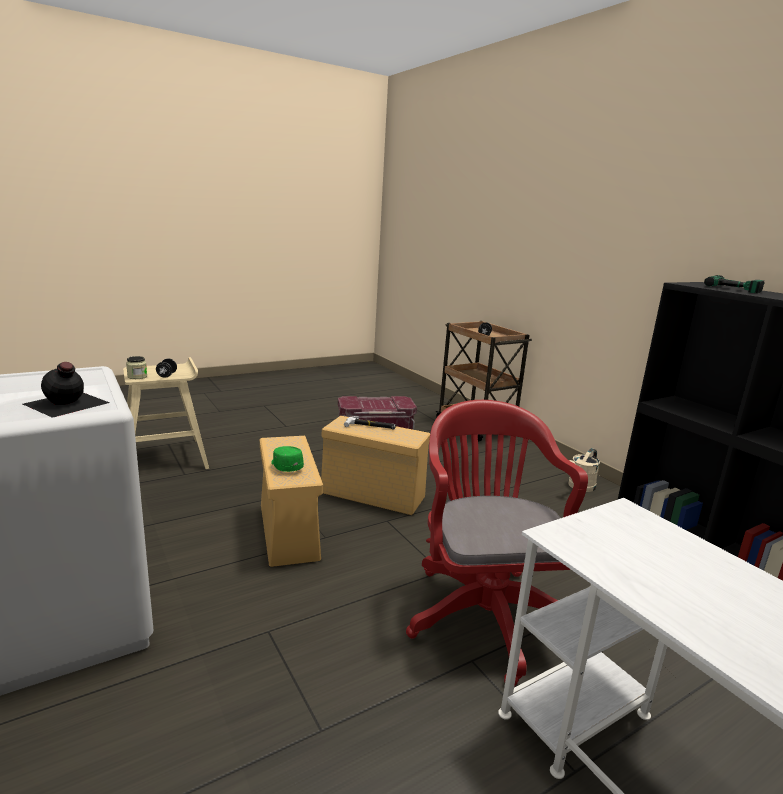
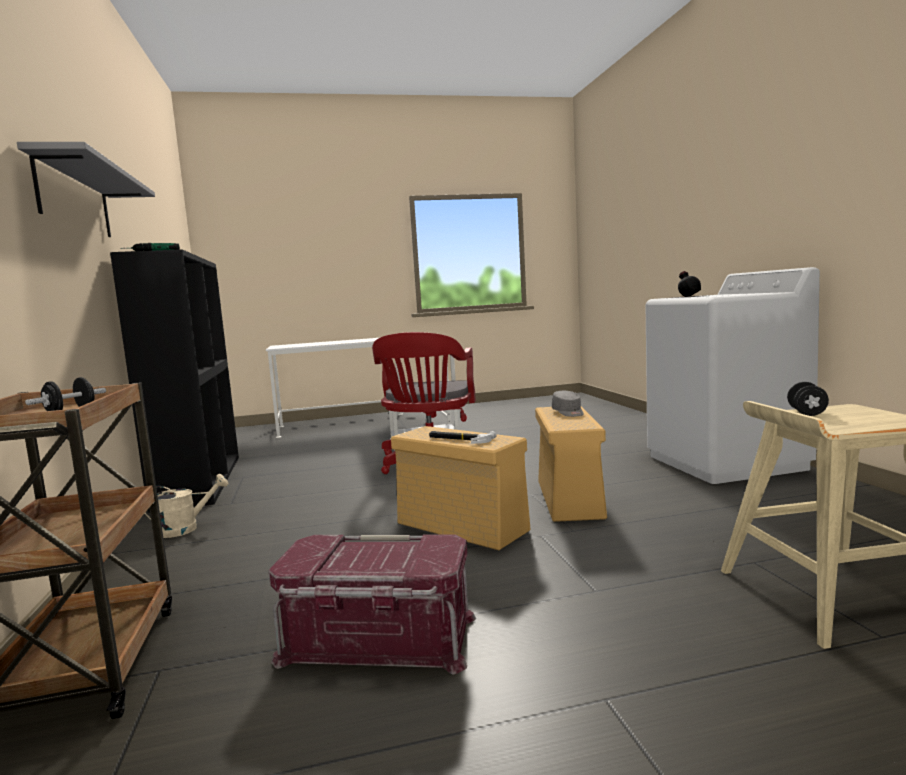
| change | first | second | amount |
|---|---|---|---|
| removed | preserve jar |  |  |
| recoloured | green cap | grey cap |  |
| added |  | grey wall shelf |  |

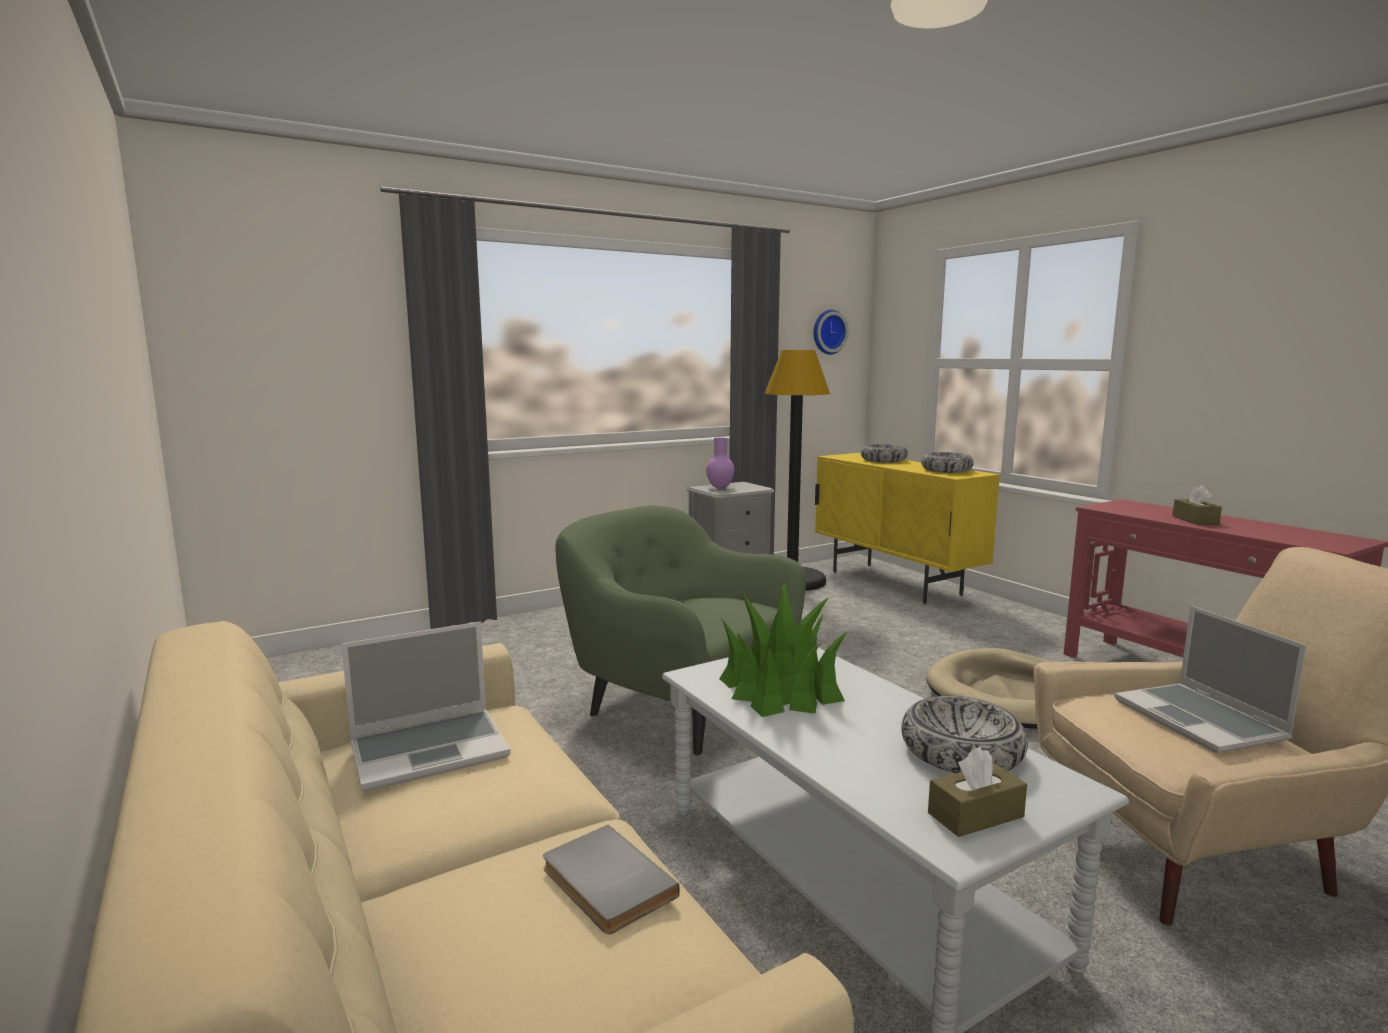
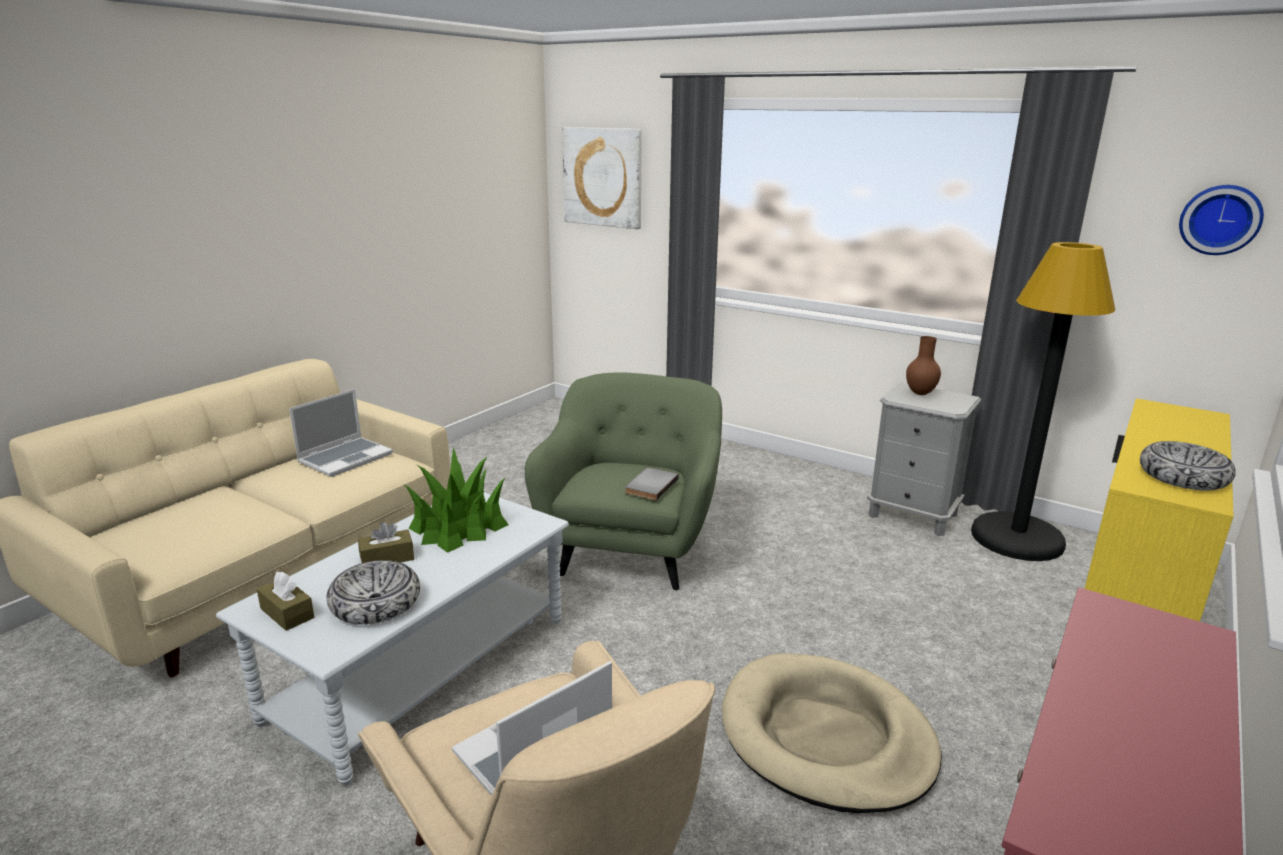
| change | first | second | amount |
|---|---|---|---|
| turned | laptop (1st from left) |  | 90 degrees counterclockwise |
| moved | grey volume |  |  |
| recoloured | purple-coloured flower vase | brown flower vase |  |
| removed | serving bowl (1st from left) |  |  |
| moved | brown tissue box (2nd from left) |  |  |
| added |  | wall picture |  |

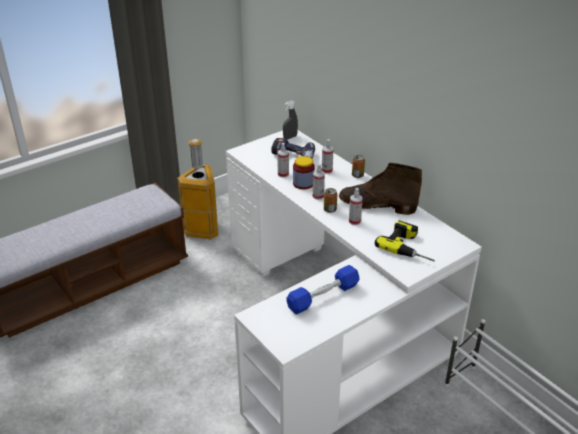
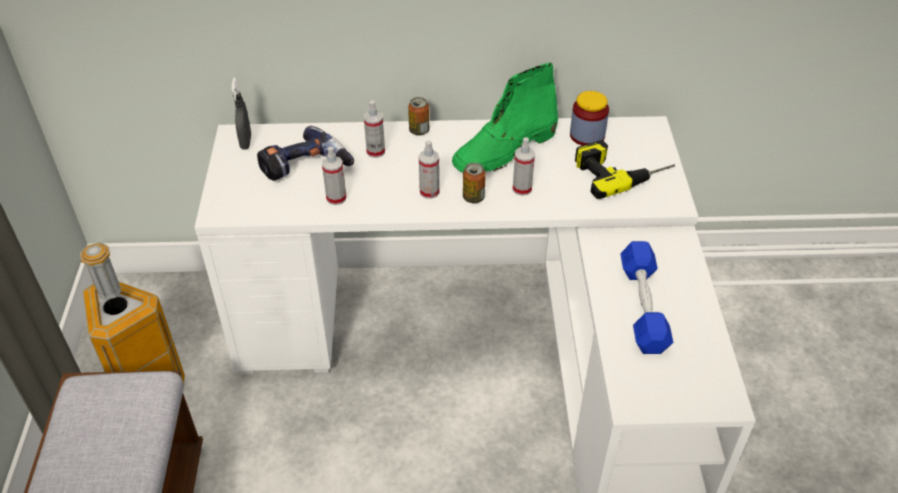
| change | first | second | amount |
|---|---|---|---|
| moved | preserve jar |  |  |
| recoloured | brown boot | green boot |  |

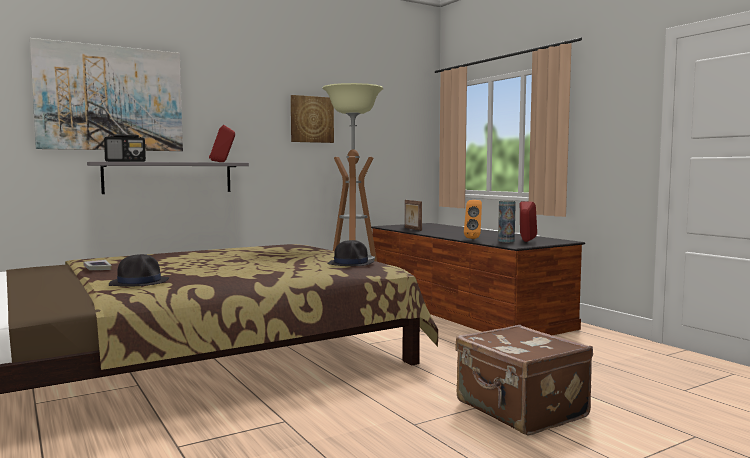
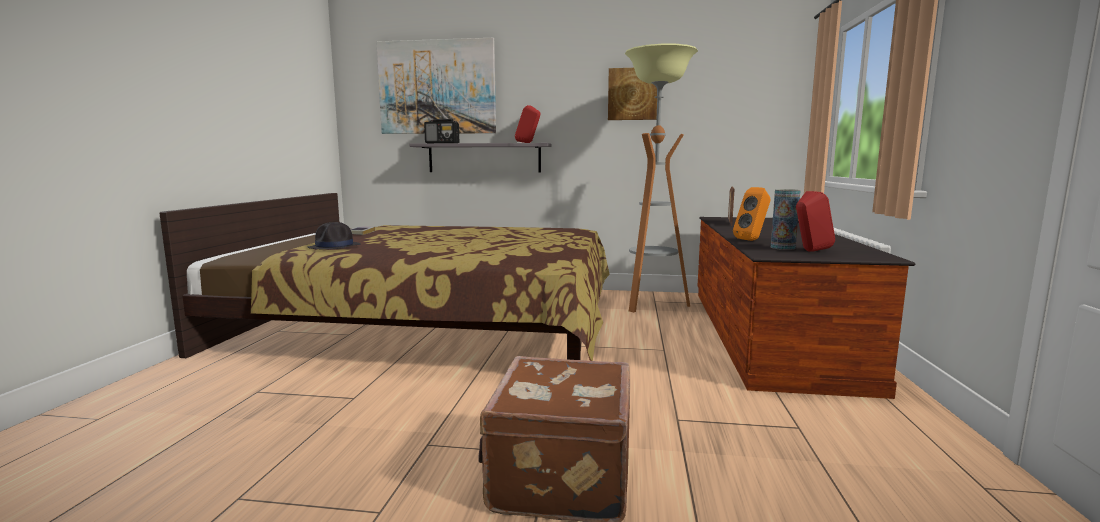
| change | first | second | amount |
|---|---|---|---|
| removed | blackish wearable hat (2nd from left) |  |  |

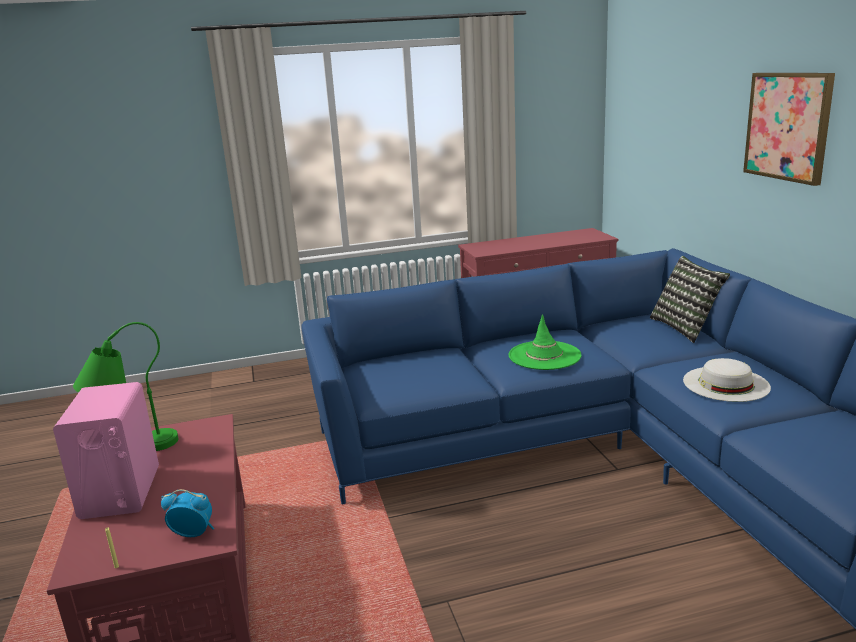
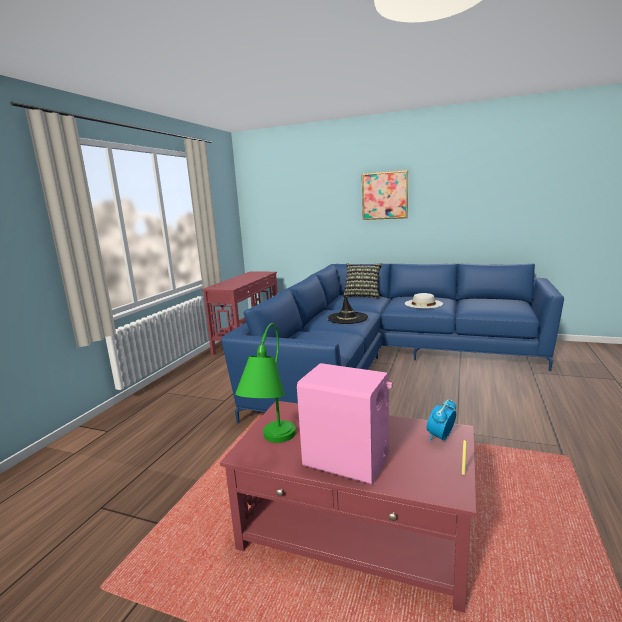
| change | first | second | amount |
|---|---|---|---|
| recoloured | green wearable hat | blackish wearable hat |  |

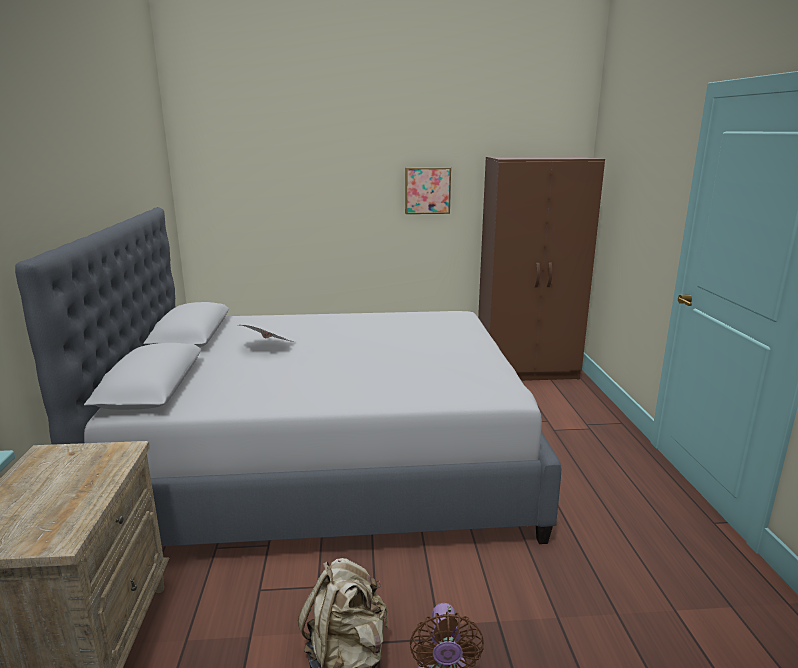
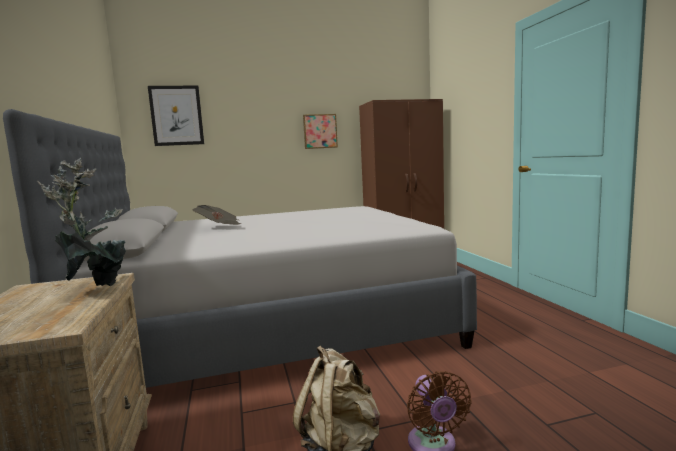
| change | first | second | amount |
|---|---|---|---|
| added |  | potted plant |  |
| added |  | wall picture (1st from left) |  |

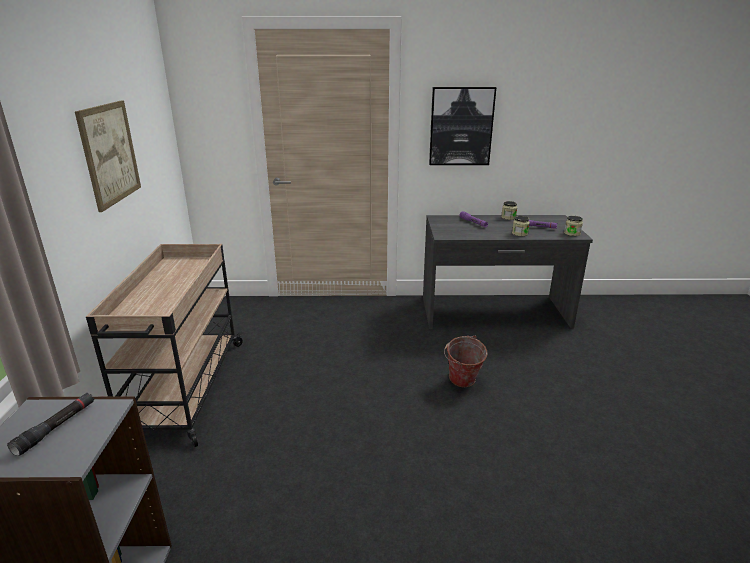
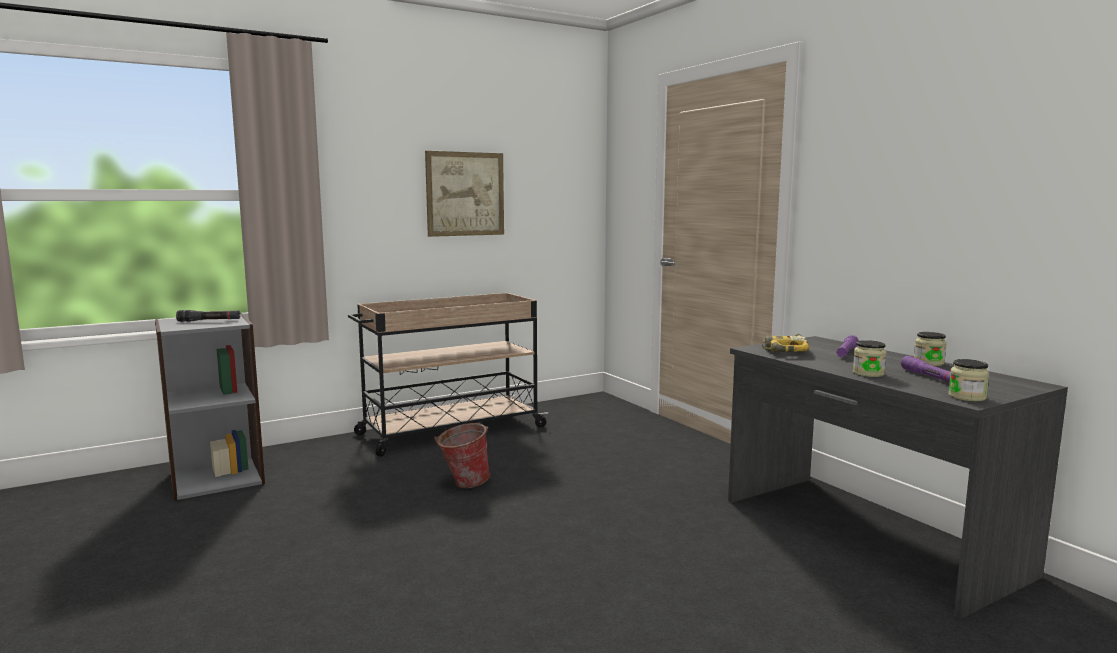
| change | first | second | amount |
|---|---|---|---|
| removed | wall picture (2nd from left) |  |  |
| moved | pail |  |  |
| added |  | power drill |  |

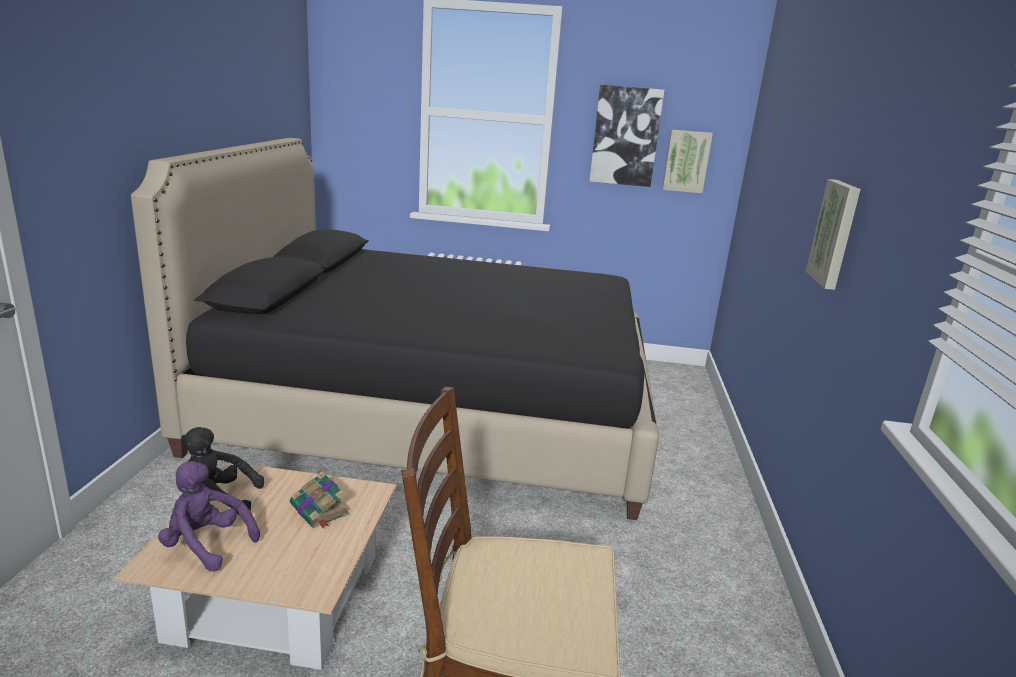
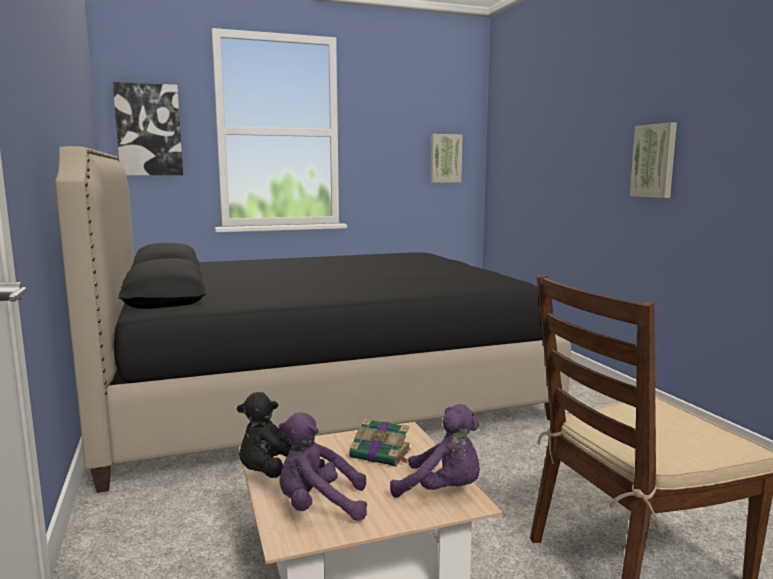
| change | first | second | amount |
|---|---|---|---|
| moved | wall picture (1st from left) |  |  |
| added |  | purple-coloured soft toy (2nd from left) |  |

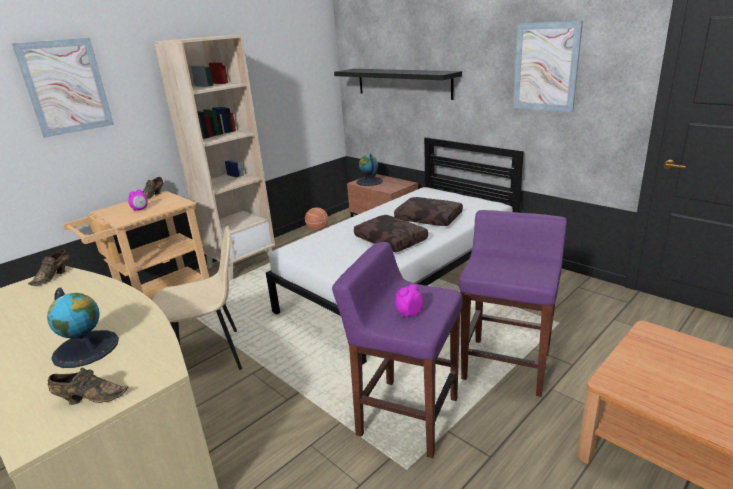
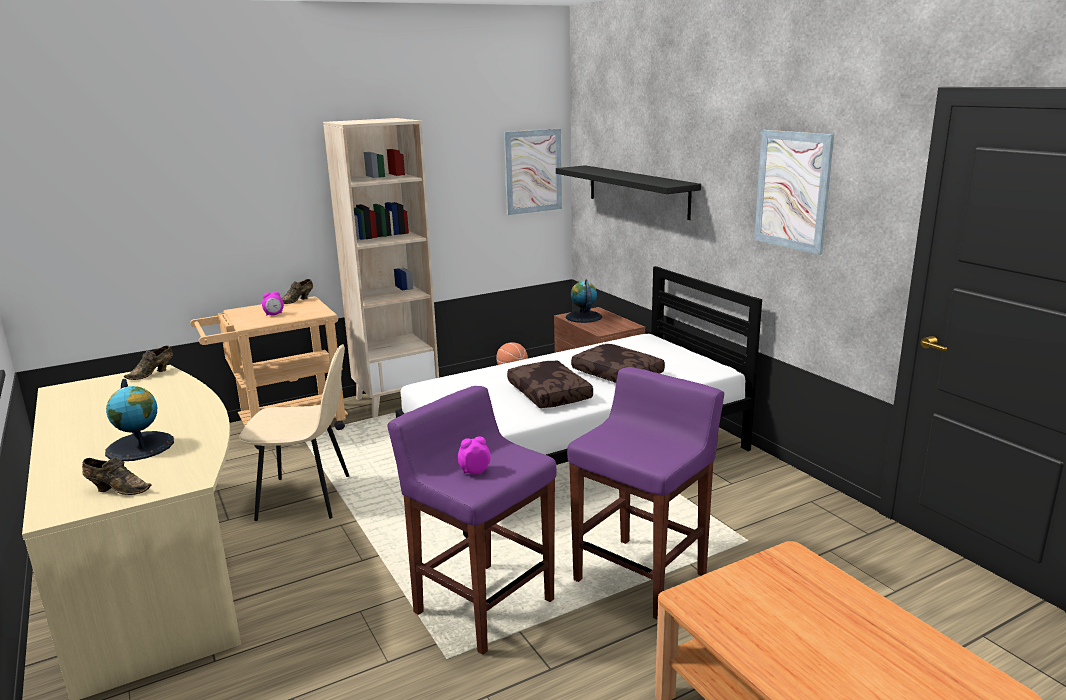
| change | first | second | amount |
|---|---|---|---|
| moved | wall picture (1st from left) |  |  |

